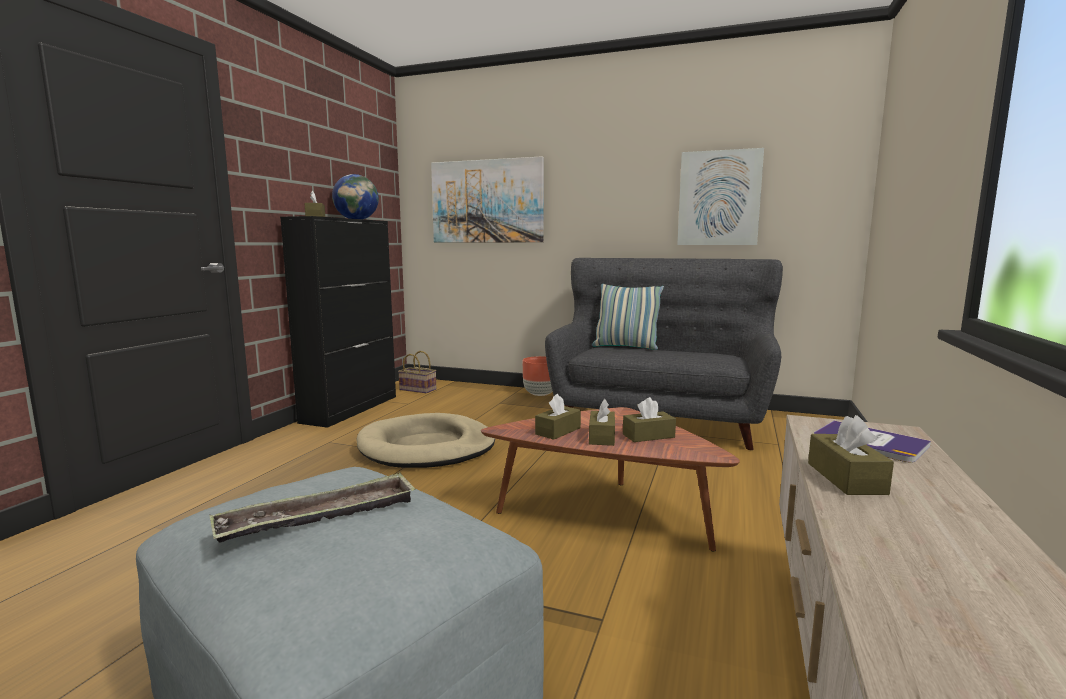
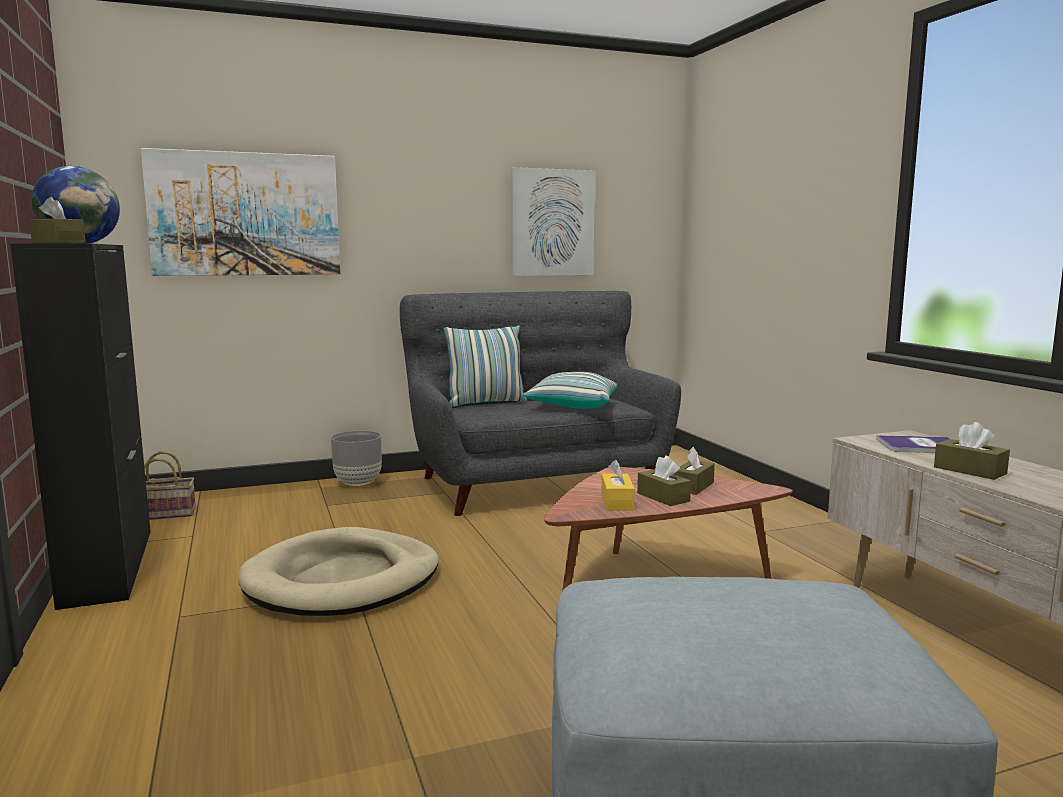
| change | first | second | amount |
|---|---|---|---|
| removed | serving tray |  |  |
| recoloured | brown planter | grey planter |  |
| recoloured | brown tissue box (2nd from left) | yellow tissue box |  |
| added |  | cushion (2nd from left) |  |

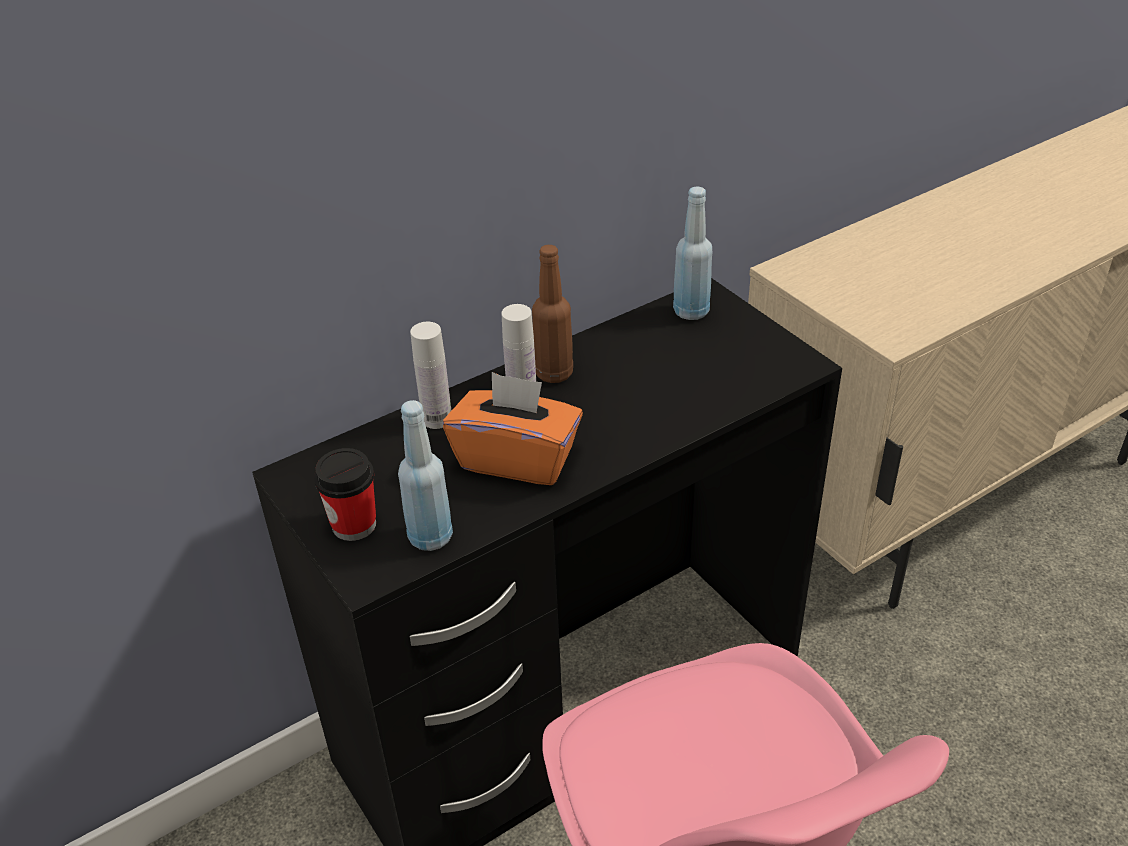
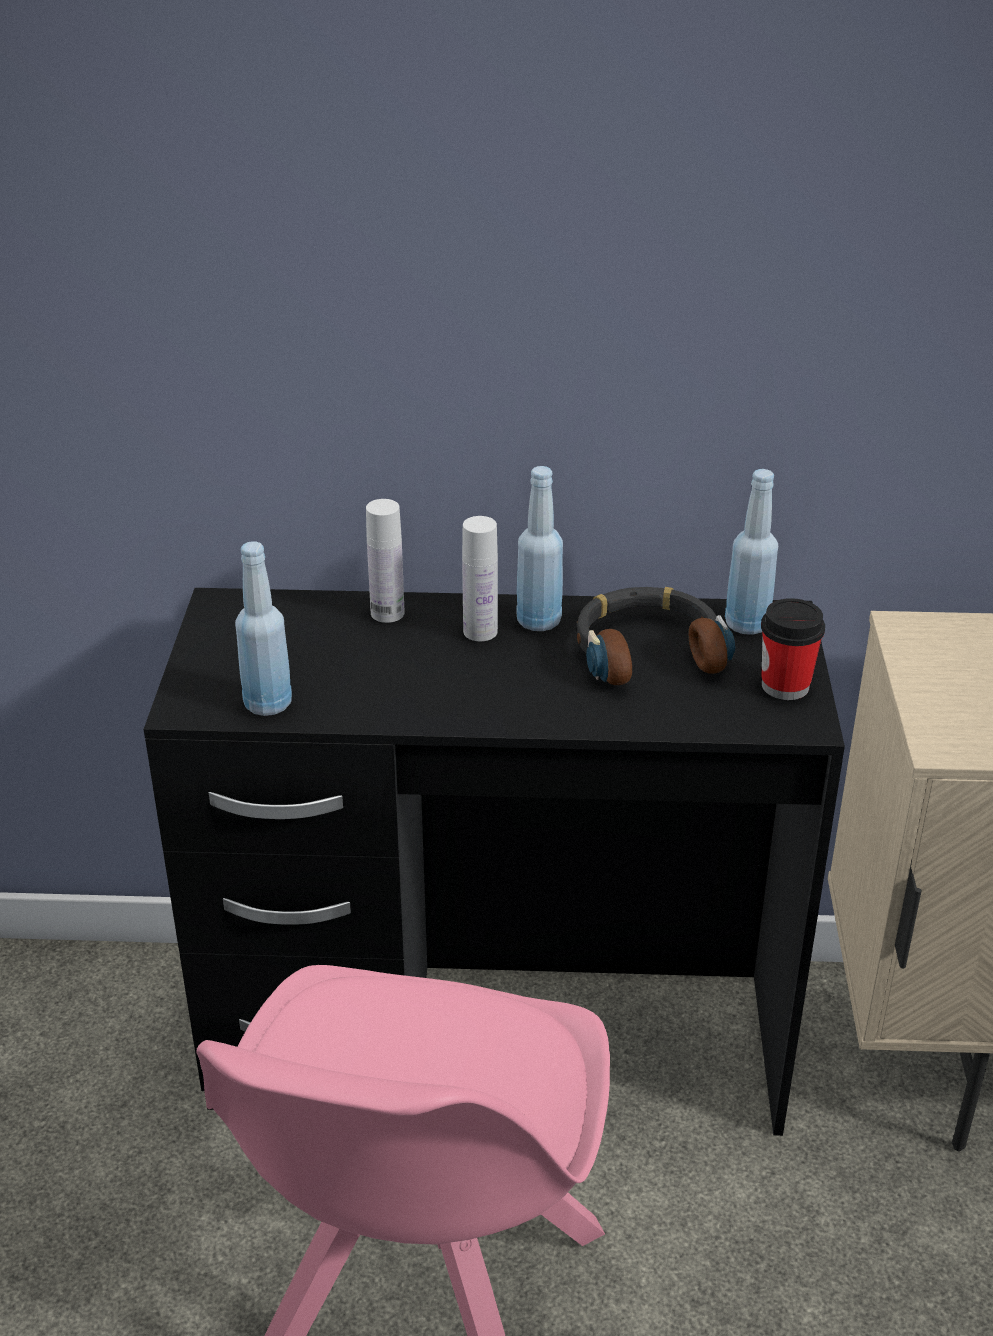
| change | first | second | amount |
|---|---|---|---|
| moved | cup |  |  |
| removed | orange-coloured tissue box |  |  |
| recoloured | brown beverage bottle | bluish beverage bottle (2nd from left) |  |
| added |  | headset |  |

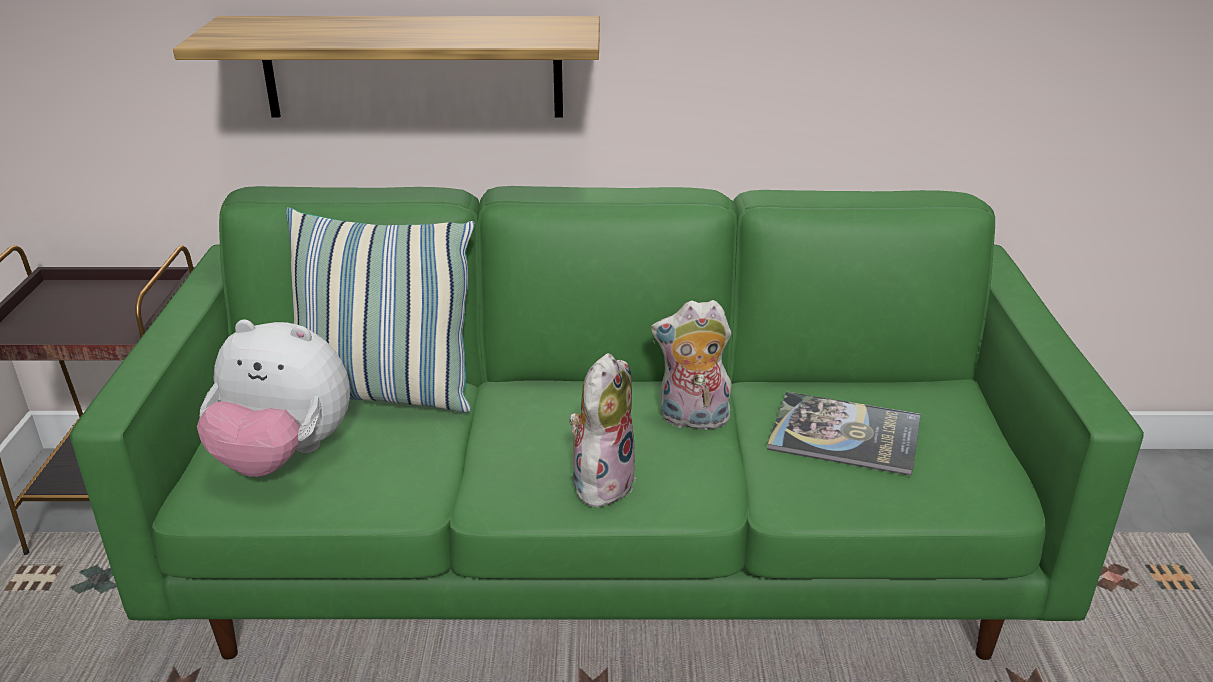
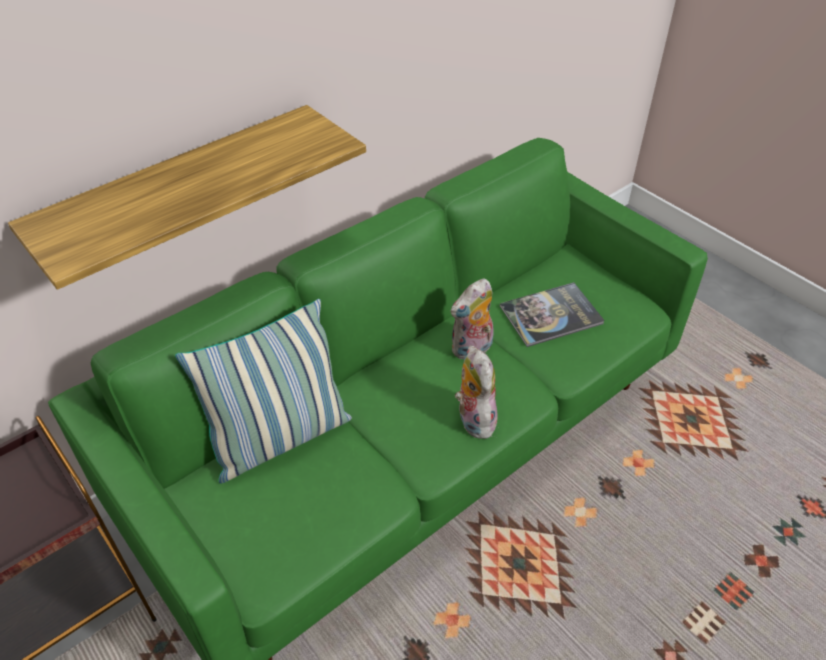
| change | first | second | amount |
|---|---|---|---|
| removed | soft toy (1st from left) |  |  |

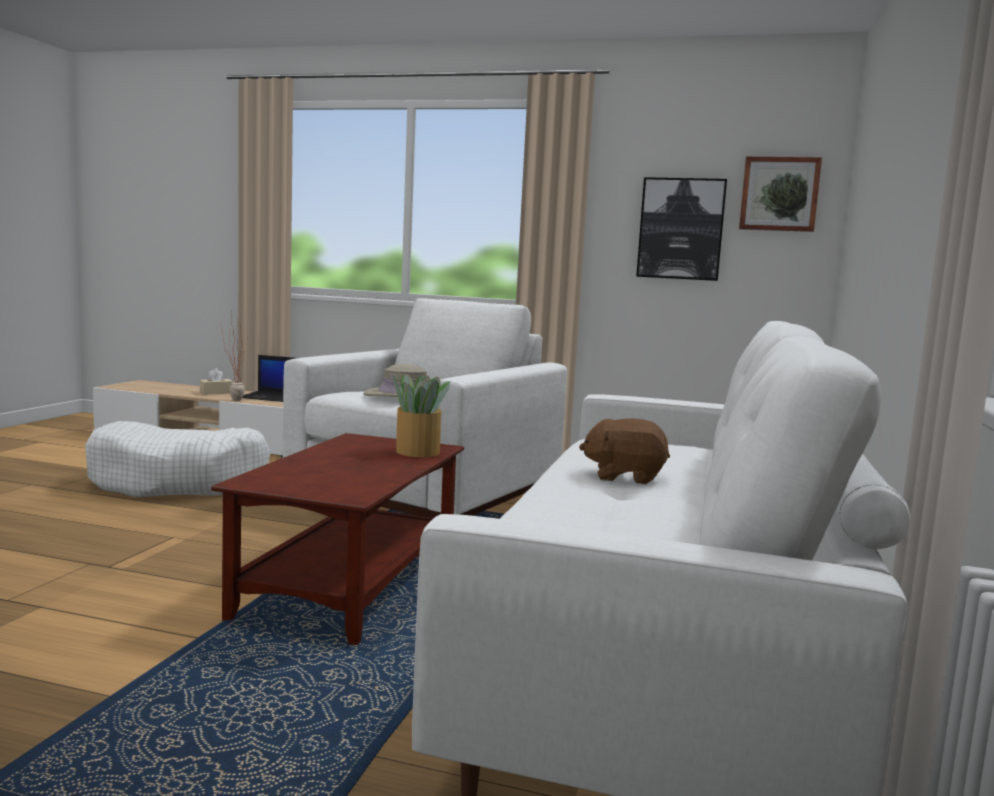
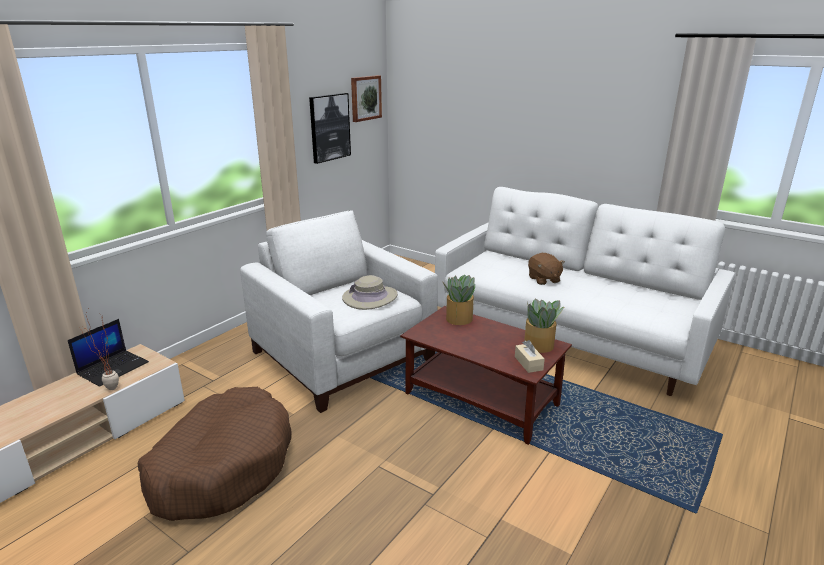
| change | first | second | amount |
|---|---|---|---|
| recoloured | whitish pet bed | brown pet bed |  |
| moved | sand-coloured tissue box |  |  |
| turned | brown soft toy |  | 45 degrees counterclockwise |
| added |  | potted plant (3rd from left) |  |

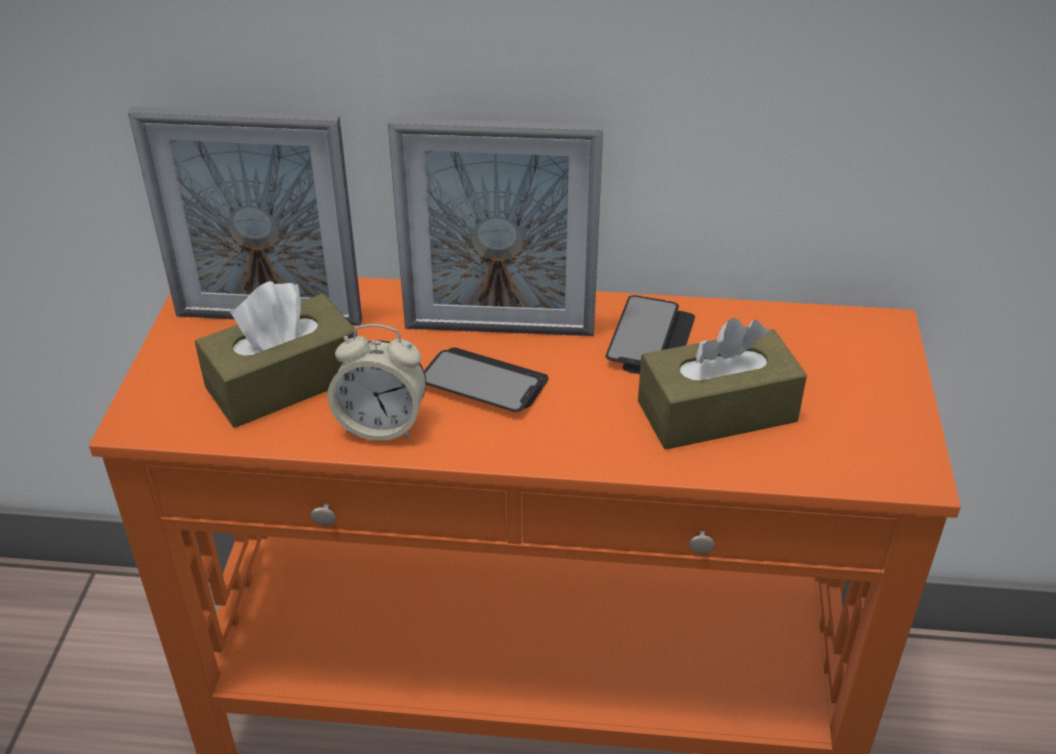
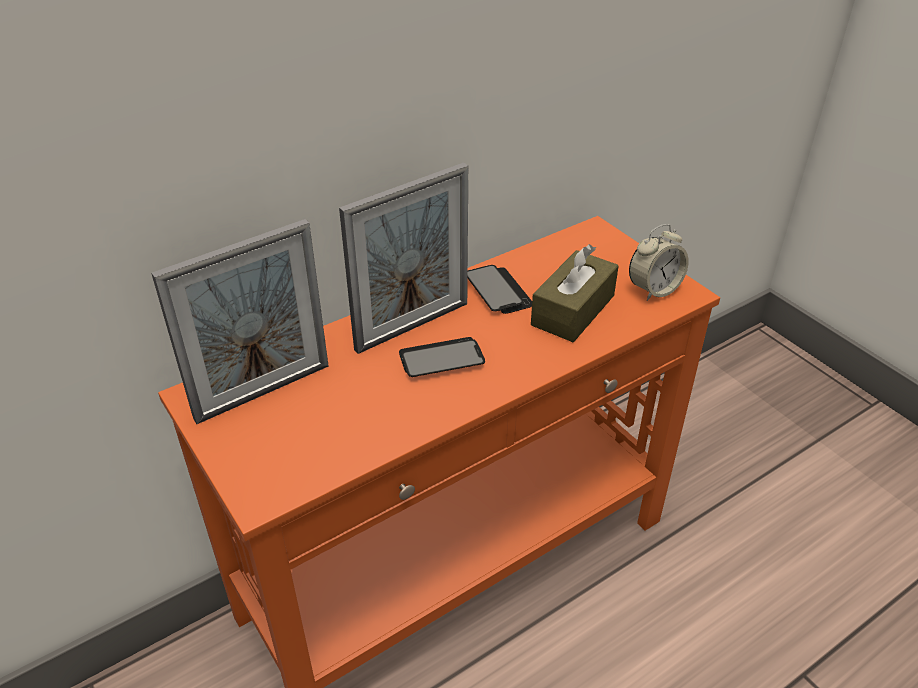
| change | first | second | amount |
|---|---|---|---|
| removed | brown tissue box (1st from left) |  |  |
| moved | alarm clock |  |  |

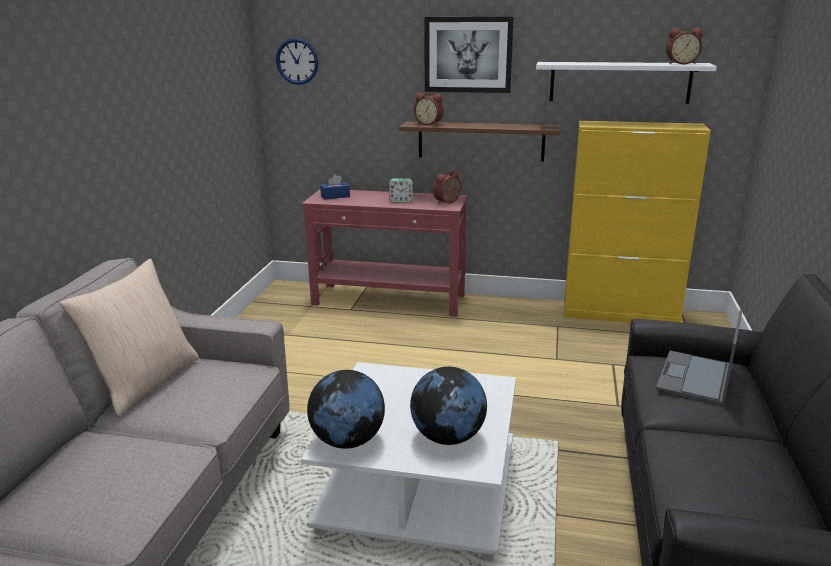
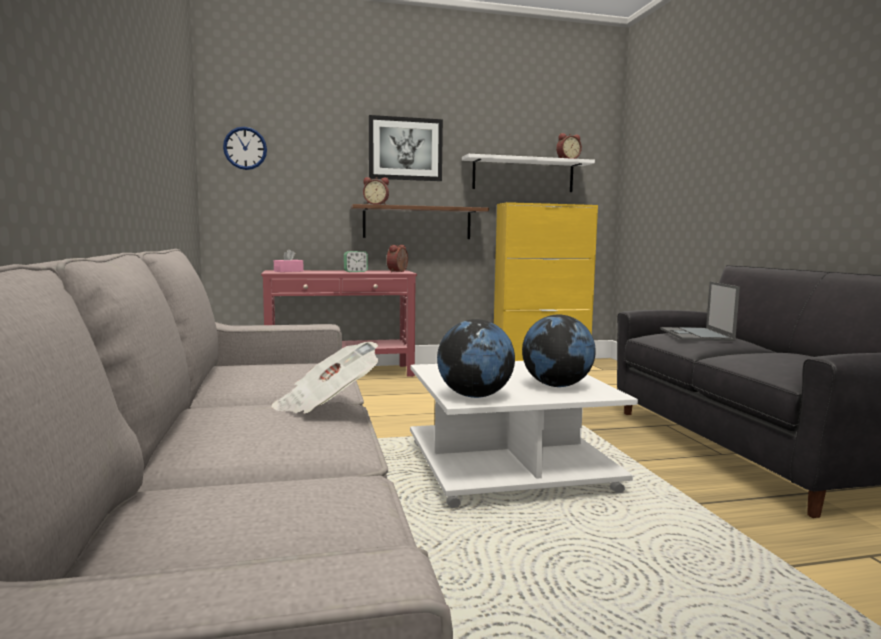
| change | first | second | amount |
|---|---|---|---|
| removed | sand-coloured cushion |  |  |
| recoloured | bluish tissue box | pinkish tissue box |  |
| added |  | newspaper |  |

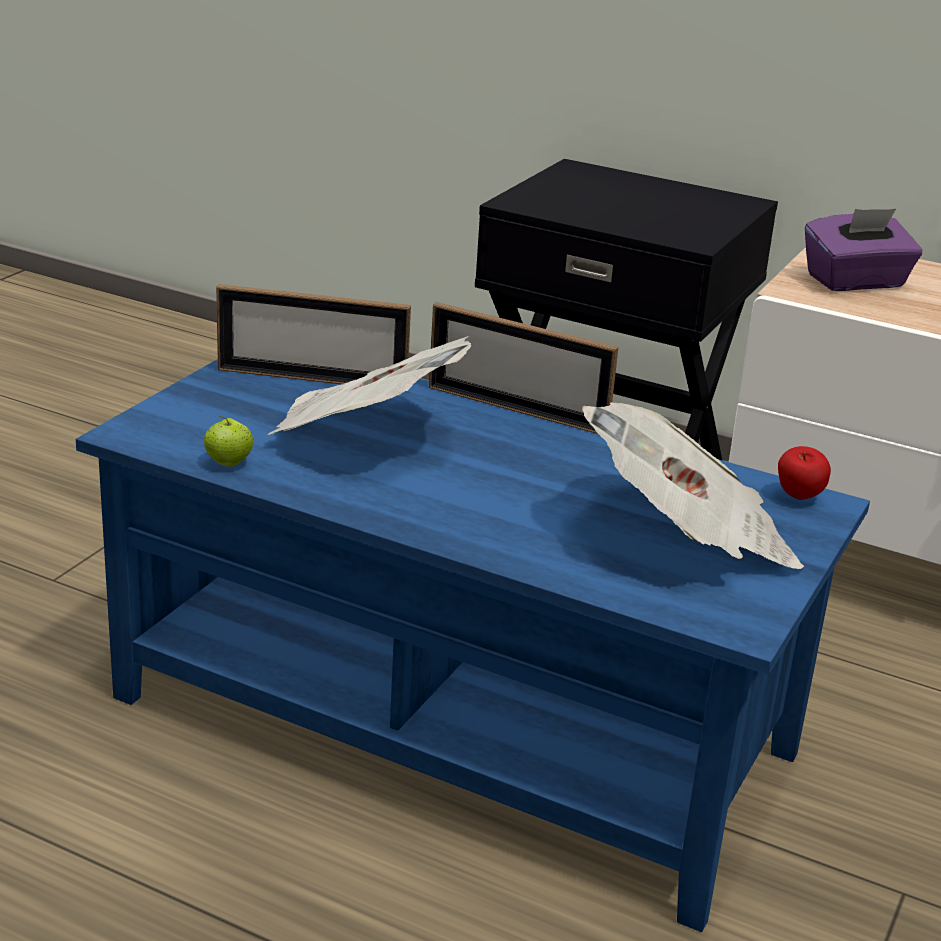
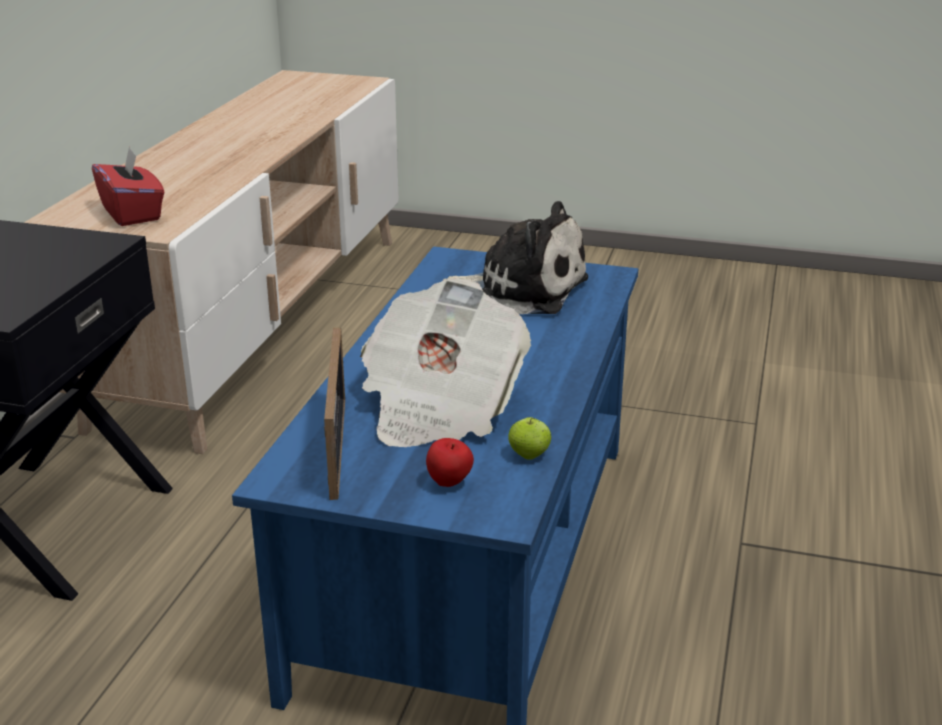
| change | first | second | amount |
|---|---|---|---|
| removed | standing frame (2nd from left) |  |  |
| replaced | newspaper (2nd from left) | soft toy |  |
| moved | whole apple (2nd from left in the first image) | whole apple (1st from left) |  |
| recoloured | purple-coloured tissue box | red tissue box |  |

